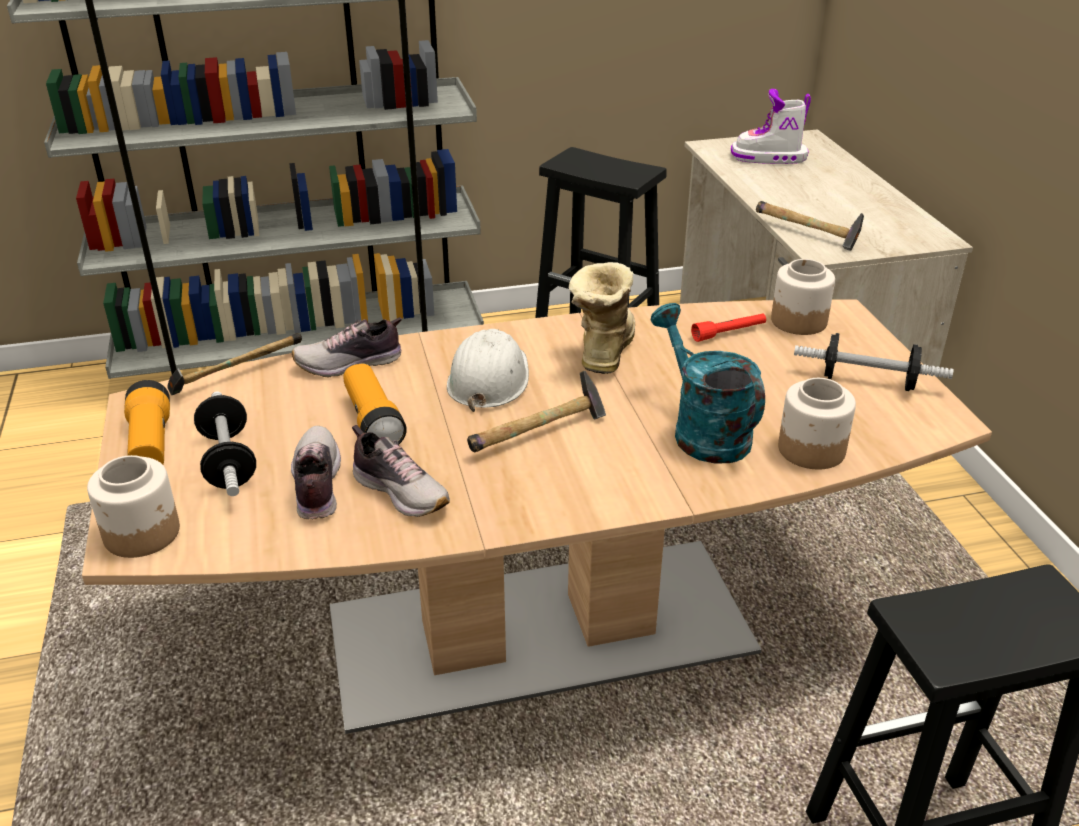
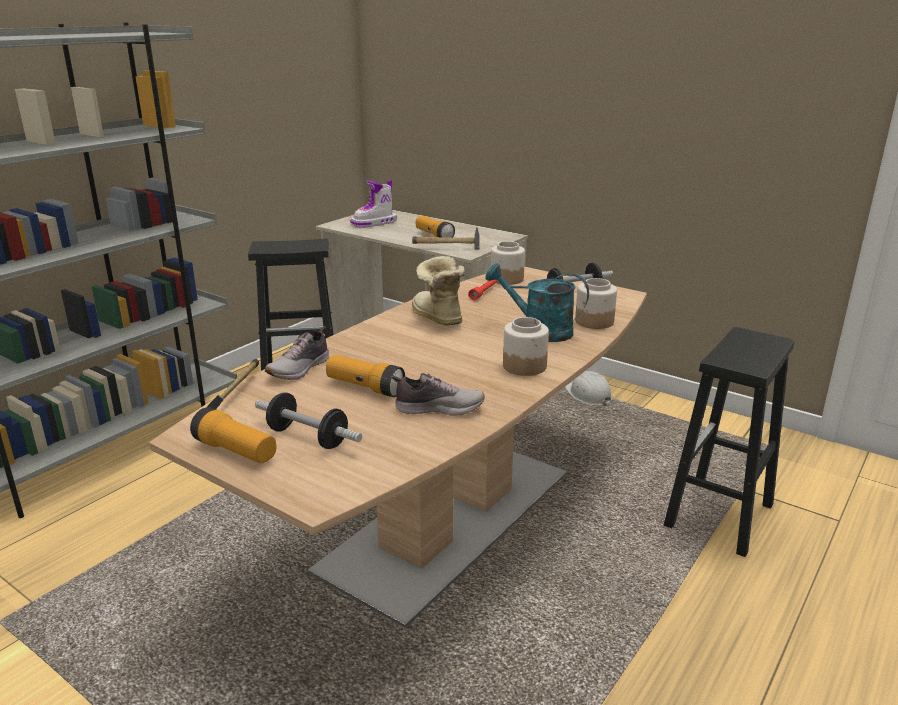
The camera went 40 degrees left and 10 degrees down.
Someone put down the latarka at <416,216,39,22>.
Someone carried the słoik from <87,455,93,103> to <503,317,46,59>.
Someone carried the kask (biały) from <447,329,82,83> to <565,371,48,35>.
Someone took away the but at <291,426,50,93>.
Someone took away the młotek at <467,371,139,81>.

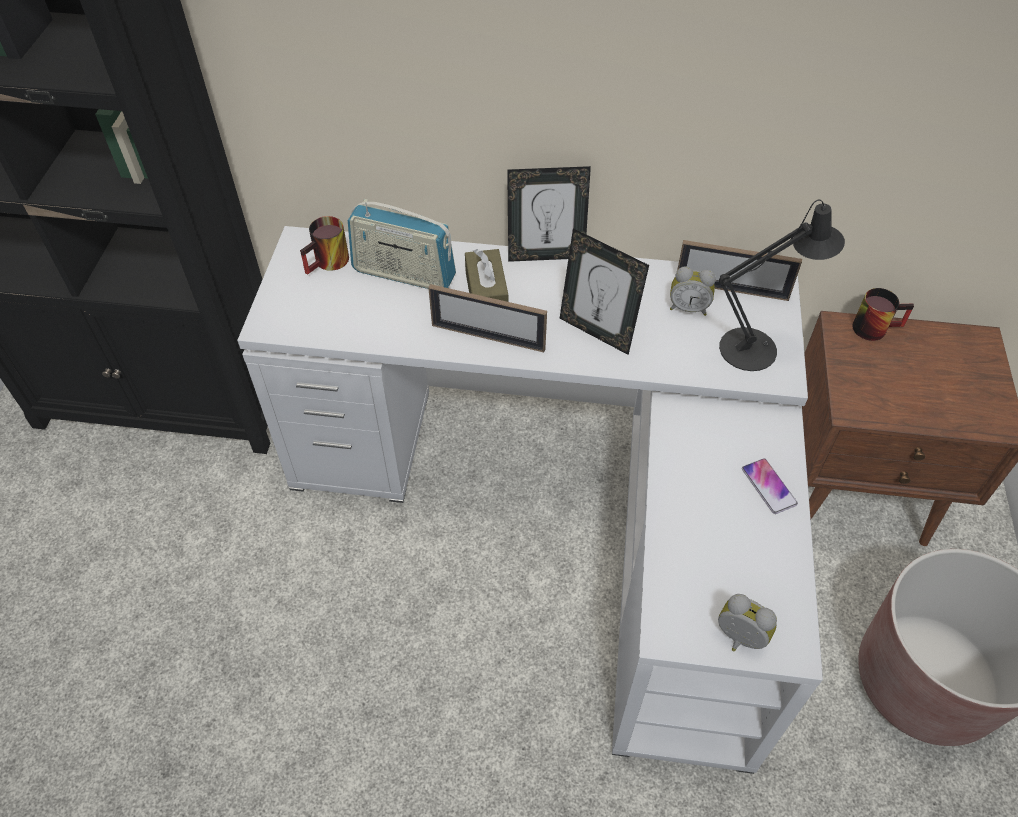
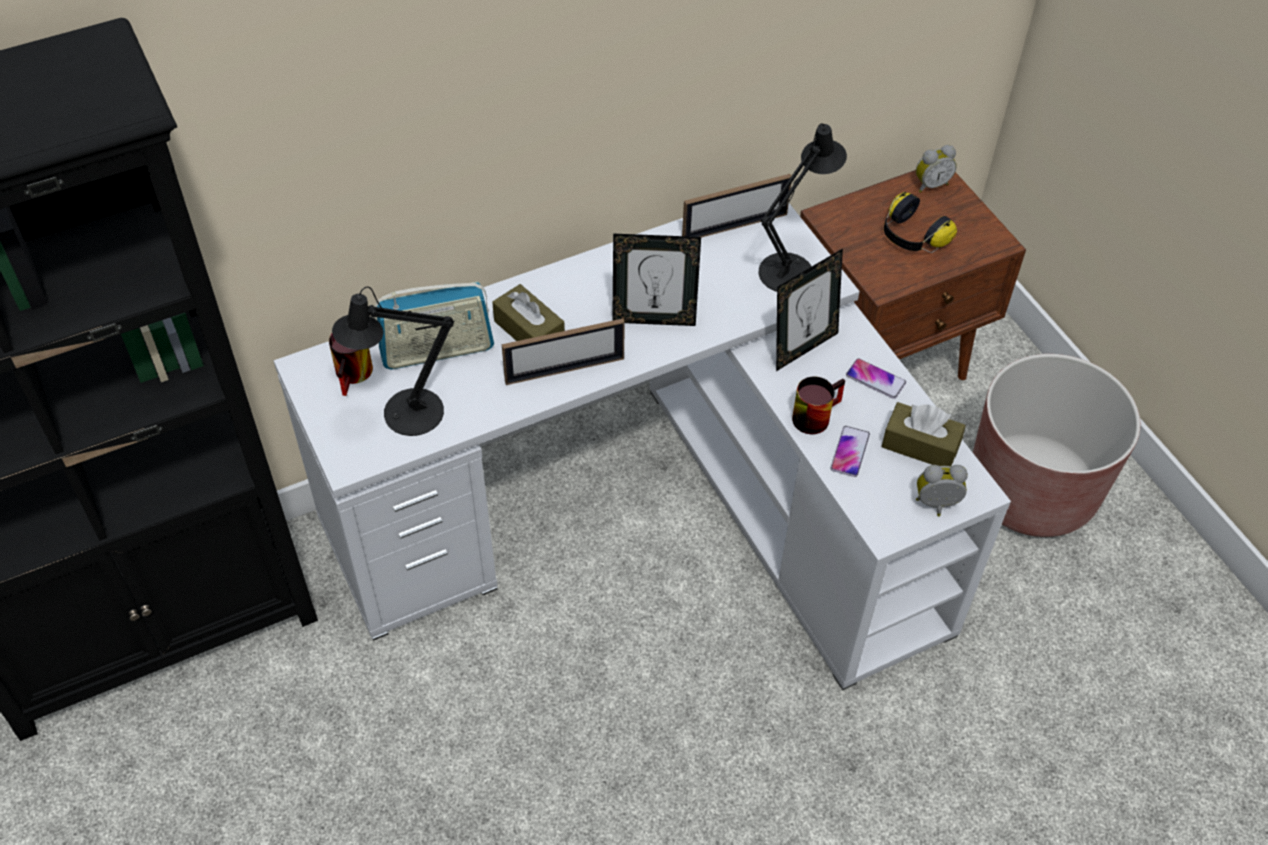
The camera went 35 degrees left and 0 degrees up.
Someone put down the lampa stołowa (czarny) at <332,287,122,149>.
Someone carried the ramka na zdjęcie from <507,166,84,96> to <776,249,67,122>.
Someone carried the kubek from <852,288,62,53> to <792,376,53,58>.
Someone put down the telefon at <830,426,40,51>.
Someone put down the pudełko chusteczek (brązowy) at <882,402,84,64>.
Someone put down the słuchawki at <884,191,73,62>.
Someone carried the budzik from <670,266,46,50> to <916,145,41,48>.

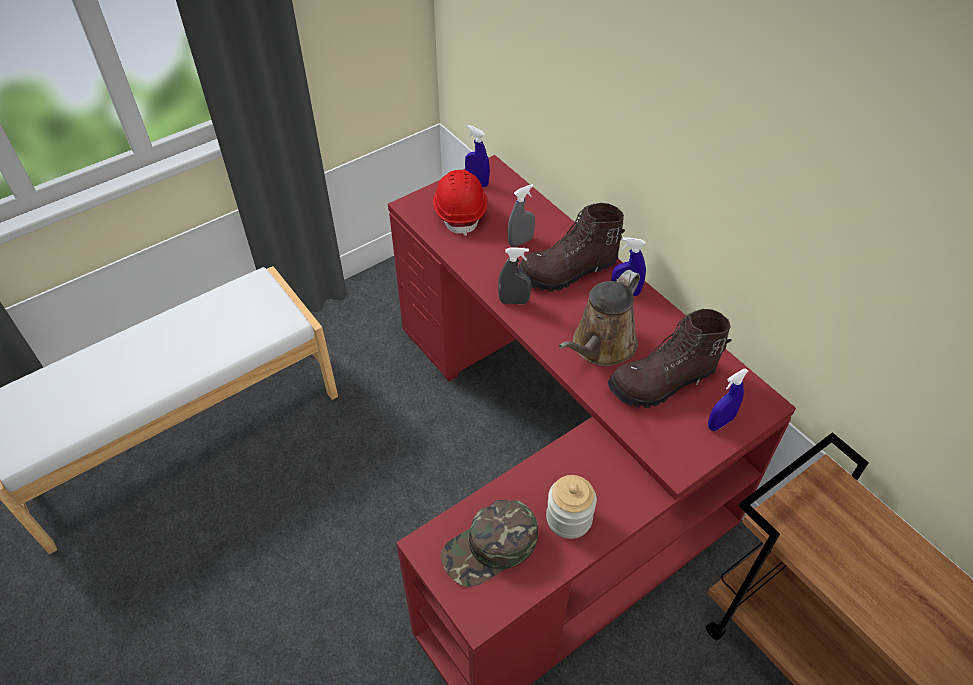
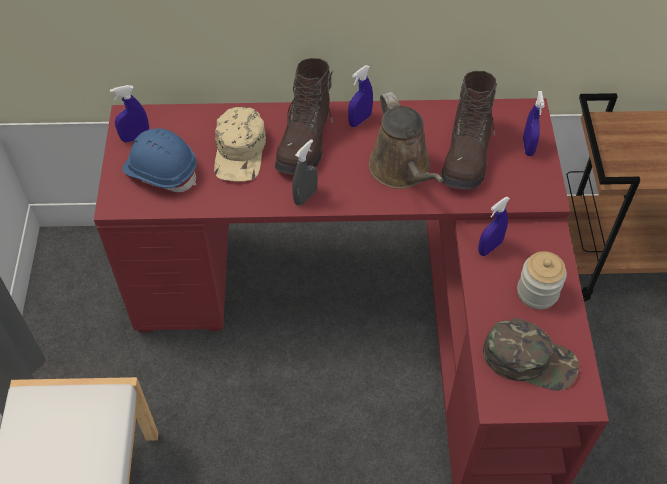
The camera went 55 degrees left and 5 degrees up.
Someone repainted the kask (czerwony) at <433,170,54,66>, which became the kask (niebieski) at <122,128,75,64>.
Someone swapped the spryskiwacz (szary) at <508,184,27,63> for the czapka z daszkiem (beżowy) at <214,107,52,74>.
Someone put down the spryskiwacz (niebieski) at <478,197,32,59>.
Someone rotated the czapka z daszkiem (zielony) at <441,500,97,87> by 75 degrees counterclockwise.

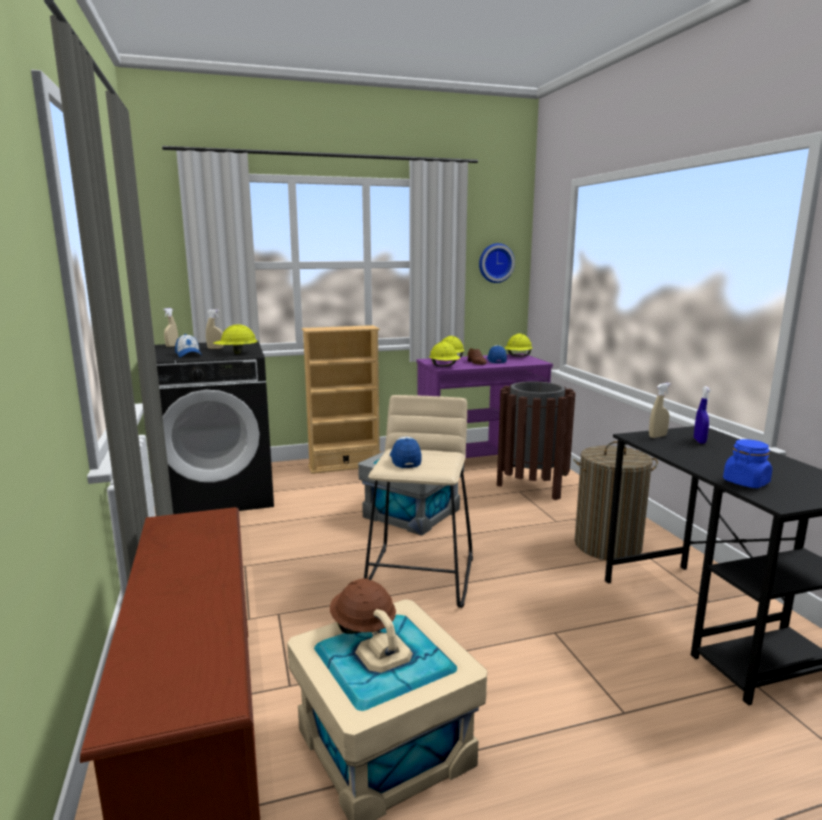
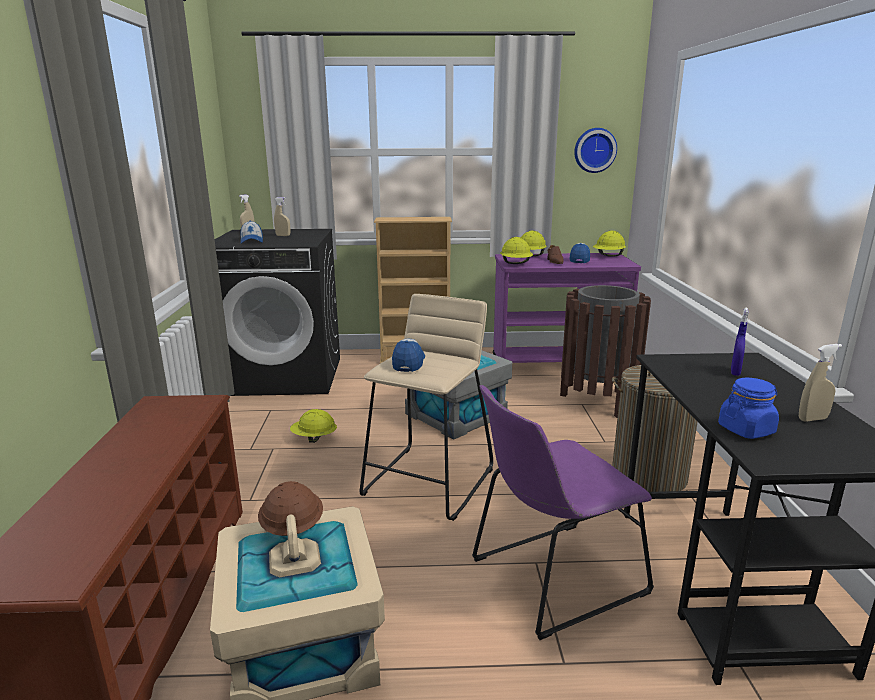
The camera went 15 degrees right and 5 degrees up.
Someone carried the kask (żółty) from <213,324,45,30> to <290,409,47,34>.
Someone put down the krzesło (fioletowy) at <472,385,182,255>.
Someone carried the spryskiwacz (beżowy) from <649,383,22,55> to <799,344,43,77>.

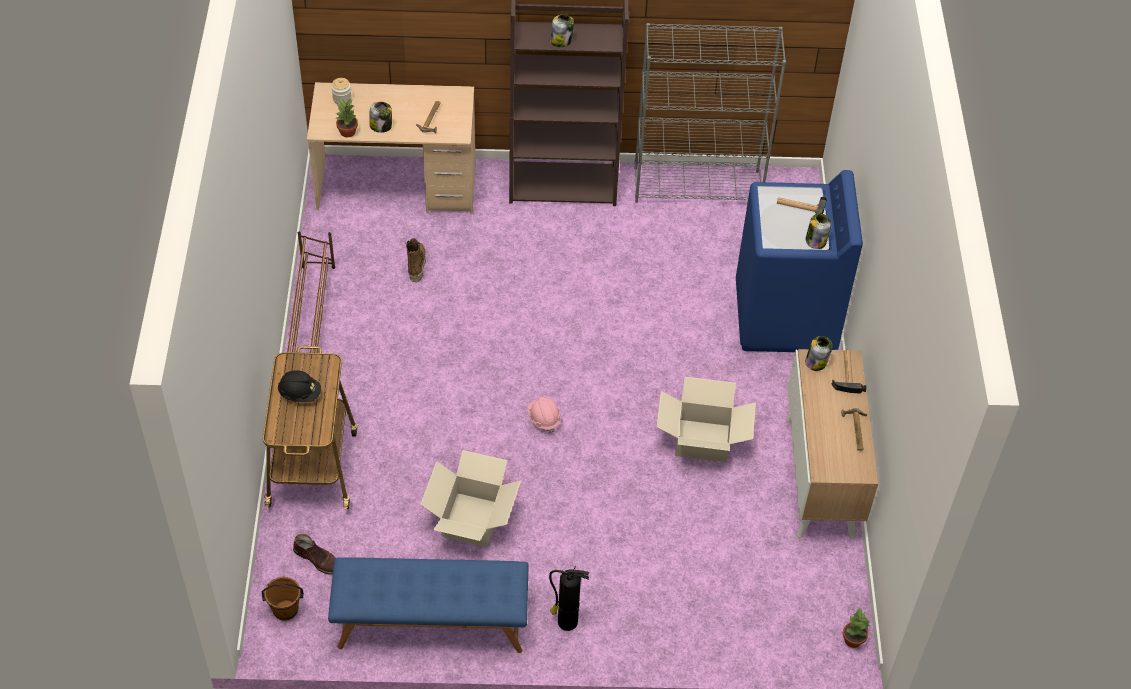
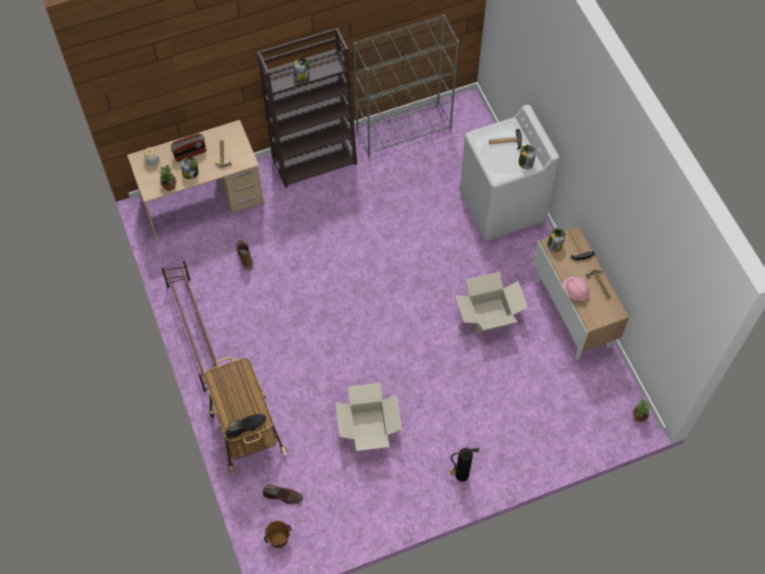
The camera went 20 degrees left and 10 degrees up.
Someone put down the radio at <171,133,35,29>.
Someone put down the but z cholewką (czarny) at <226,414,40,25>.
Someone repainted the pralka (niebieski) at <736,170,127,182>, which became the pralka (biały) at <460,104,99,137>.
Someone carried the kask (różowy) from <527,397,34,36> to <562,277,28,24>.
Someone took away the kask (czarny) at <278,370,43,32>.
Someone took away the ławka (niebieski) at <328,557,201,96>.

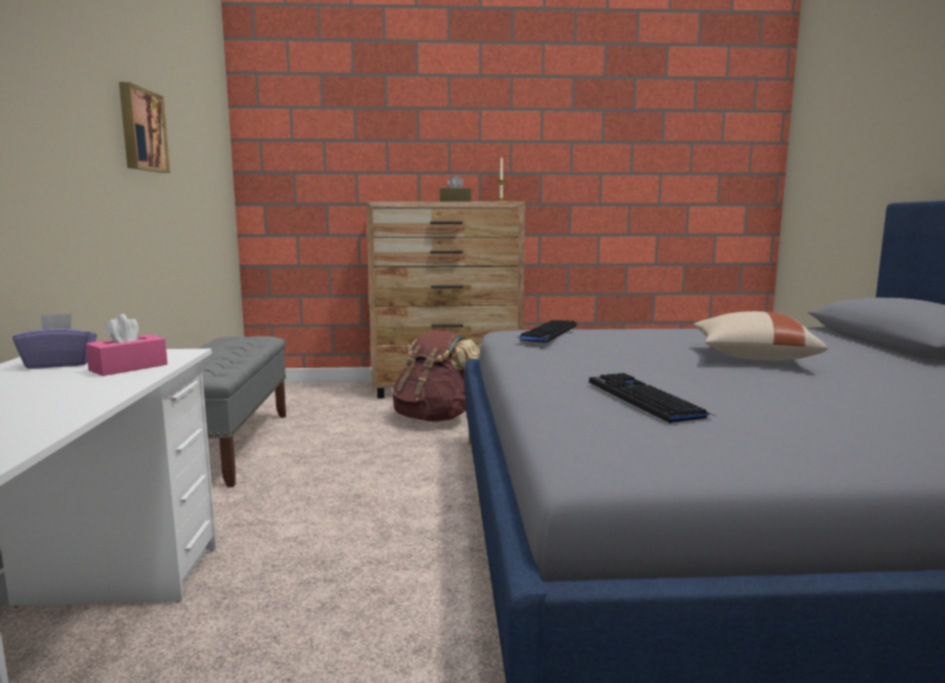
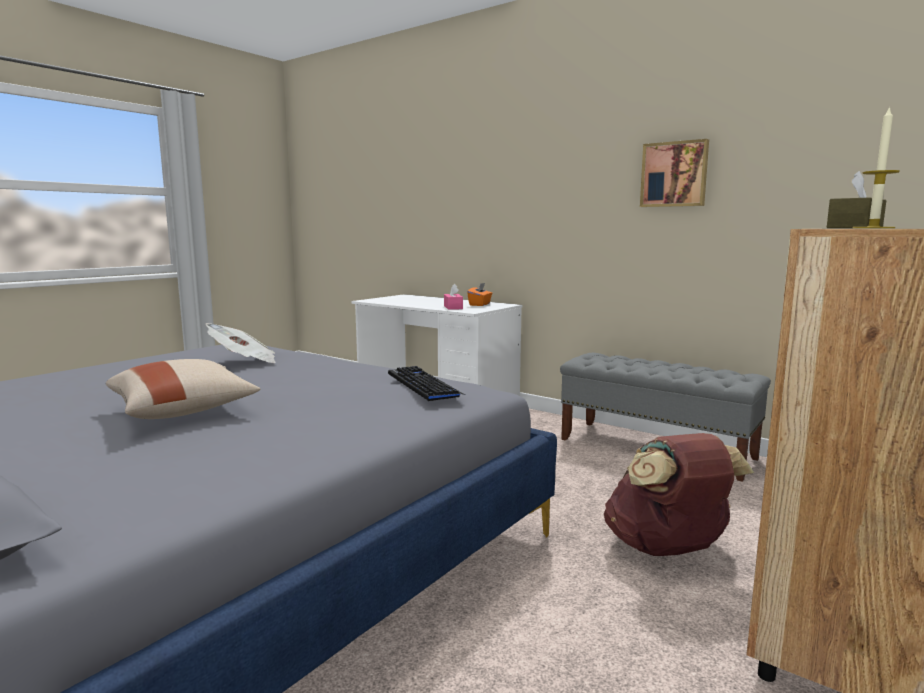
The camera went 130 degrees right and 0 degrees up.
Someone swapped the klawiatura at <589,373,126,51> for the gazeta at <206,323,70,40>.
Someone repainted the pudełko chusteczek (fioletowy) at <13,313,84,56>, which became the pudełko chusteczek (pomarańczowy) at <467,283,25,23>.

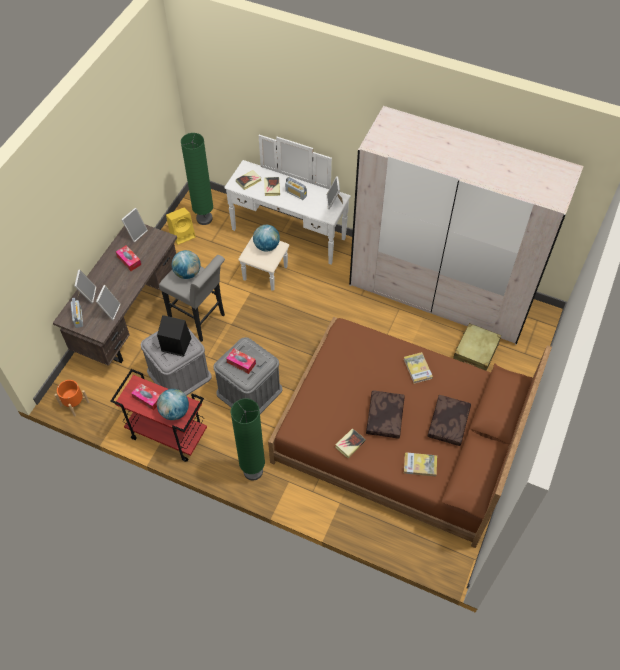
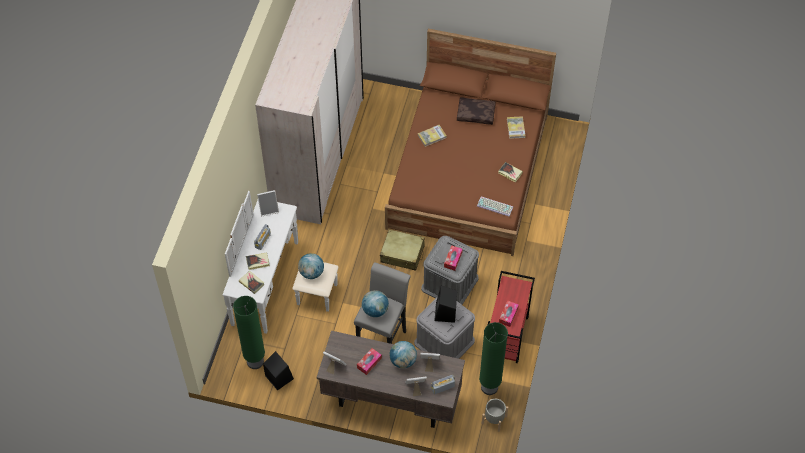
The camera went 100 degrees left and 0 degrees up.
Someone repainted the głośnik (żółty) at <166,208,30,37>, which became the głośnik (czarny) at <263,351,31,40>.
Someone carried the walizka (beżowy) from <453,323,48,48> to <380,230,45,41>.
Someone carried the globus from <157,389,32,31> to <389,341,28,28>.
Someone put down the klawiatura at <477,197,36,19>.
Someone carried the lampa stojąca (zielony) from <231,398,34,82> to <479,322,29,73>.
Someone repainted the donica (pomarańczowy) at <55,380,34,37>, which became the donica (szary) at <482,399,26,33>.
Someone took away the poduszka (brązowy) at <366,390,39,48>.

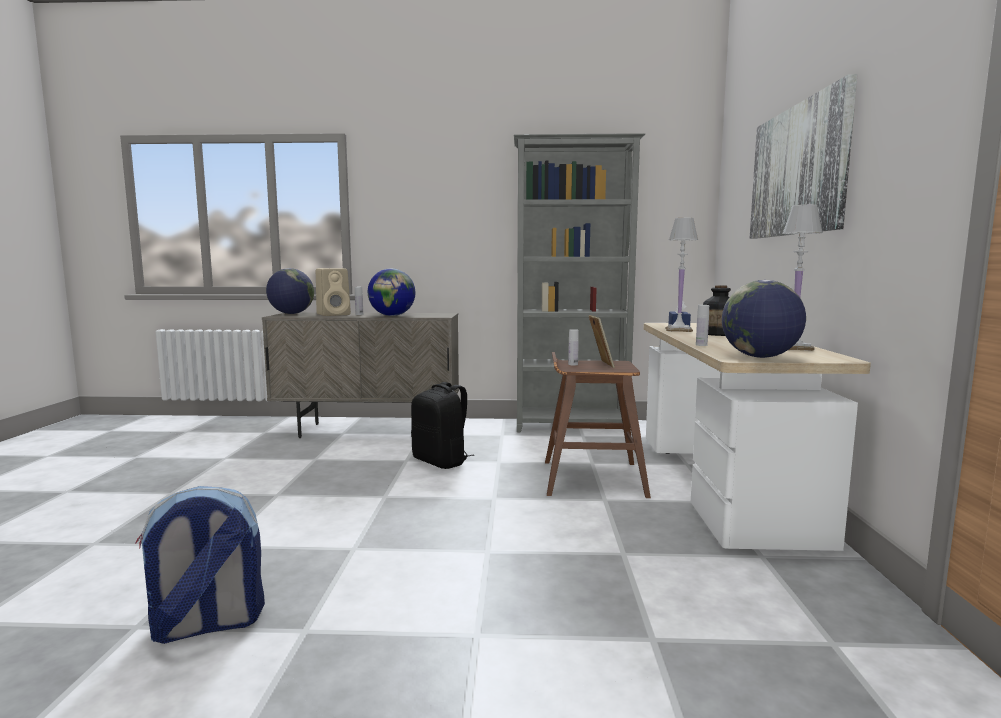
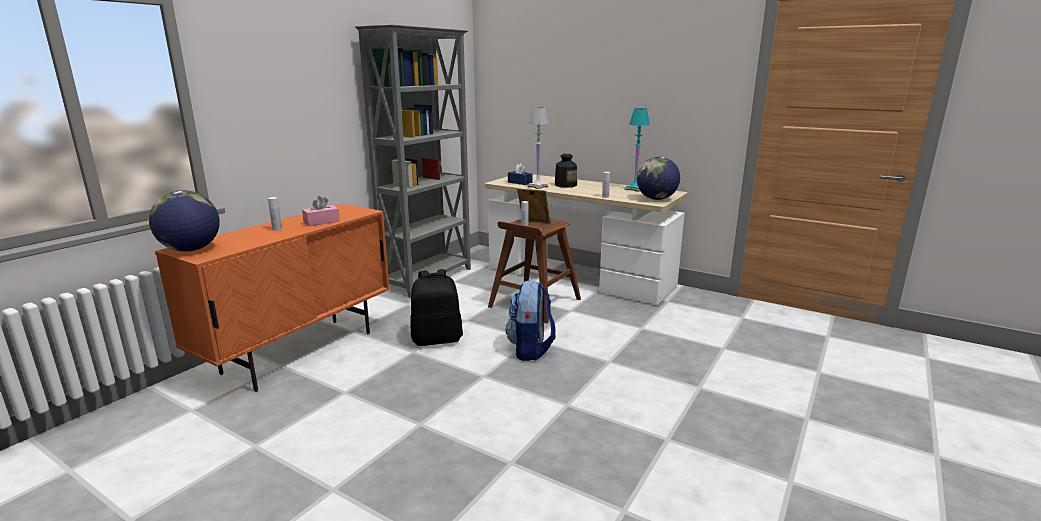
The camera went 60 degrees left and 10 degrees up.
Someone repainted the szafka (beżowy) at <262,313,197,125>, which became the szafka (pomarańczowy) at <155,204,235,188>.
Someone swapped the globus at <367,268,49,48> for the pudełko chusteczek (różowy) at <302,196,38,30>.
Someone carried the plecak from <136,486,129,158> to <506,280,50,81>.
Someone repainted the lampa stołowa (biały) at <782,204,41,147>, which became the lampa stołowa (turkusowy) at <624,108,26,84>.
Someone took away the głośnik (beżowy) at <316,268,35,48>.
Someone took away the obraz at <750,74,108,165>.

